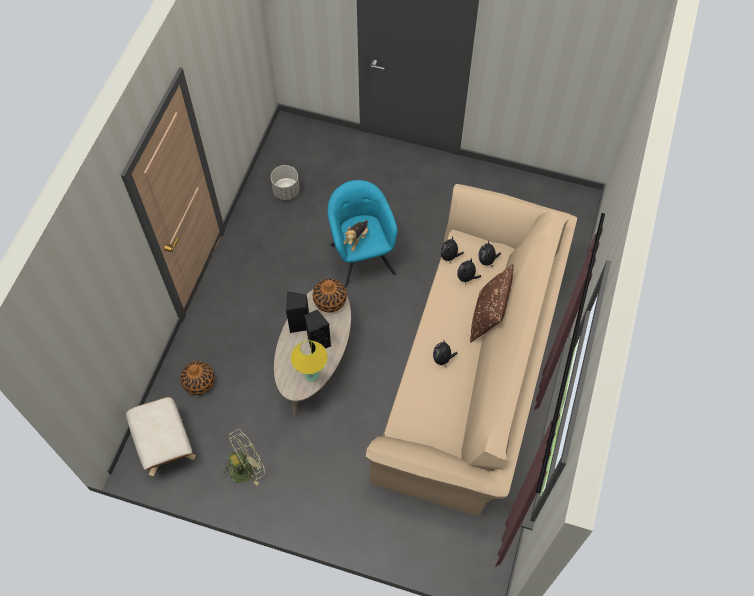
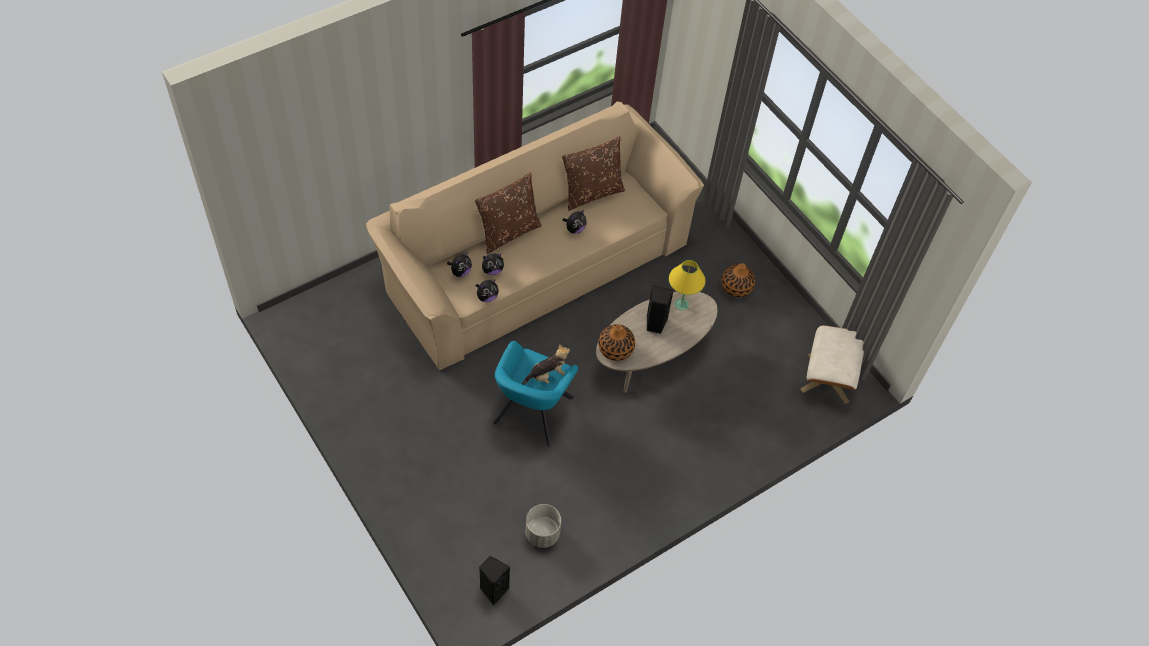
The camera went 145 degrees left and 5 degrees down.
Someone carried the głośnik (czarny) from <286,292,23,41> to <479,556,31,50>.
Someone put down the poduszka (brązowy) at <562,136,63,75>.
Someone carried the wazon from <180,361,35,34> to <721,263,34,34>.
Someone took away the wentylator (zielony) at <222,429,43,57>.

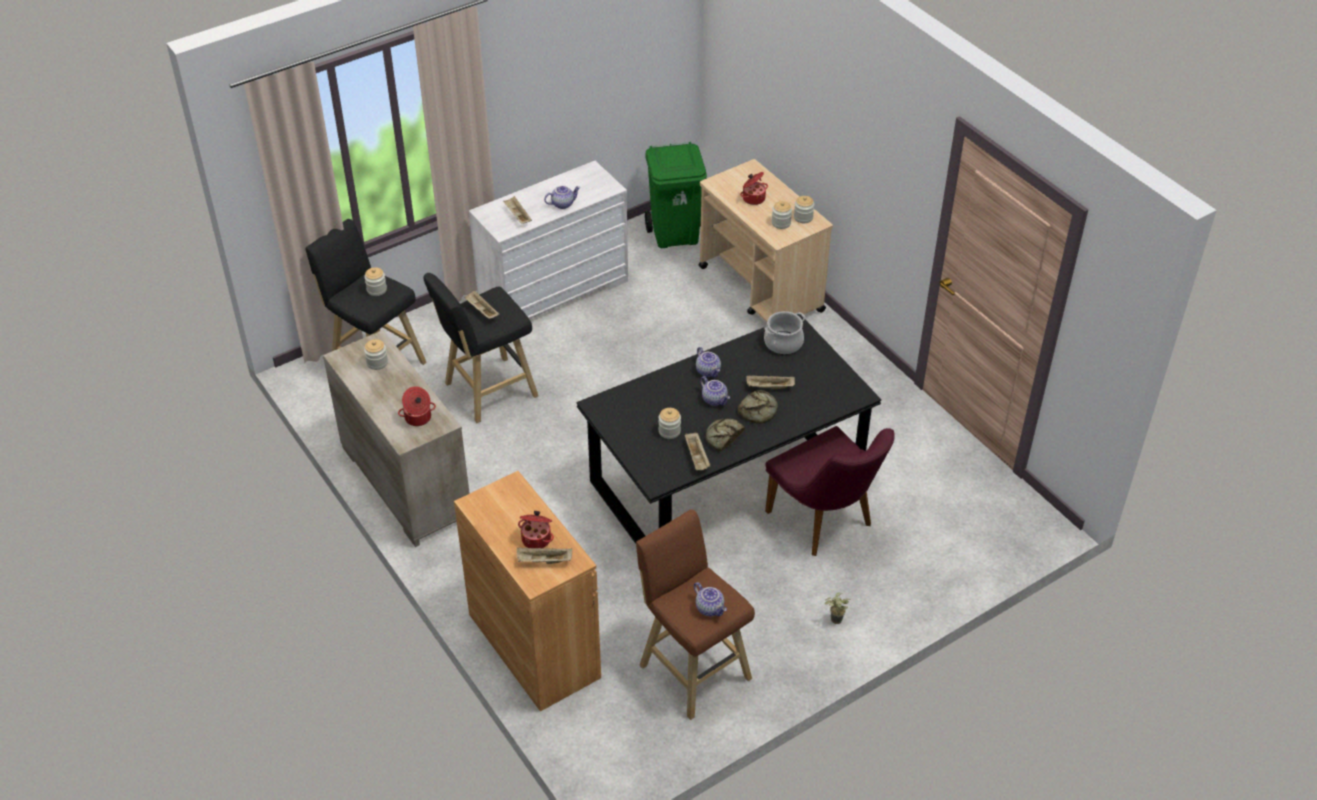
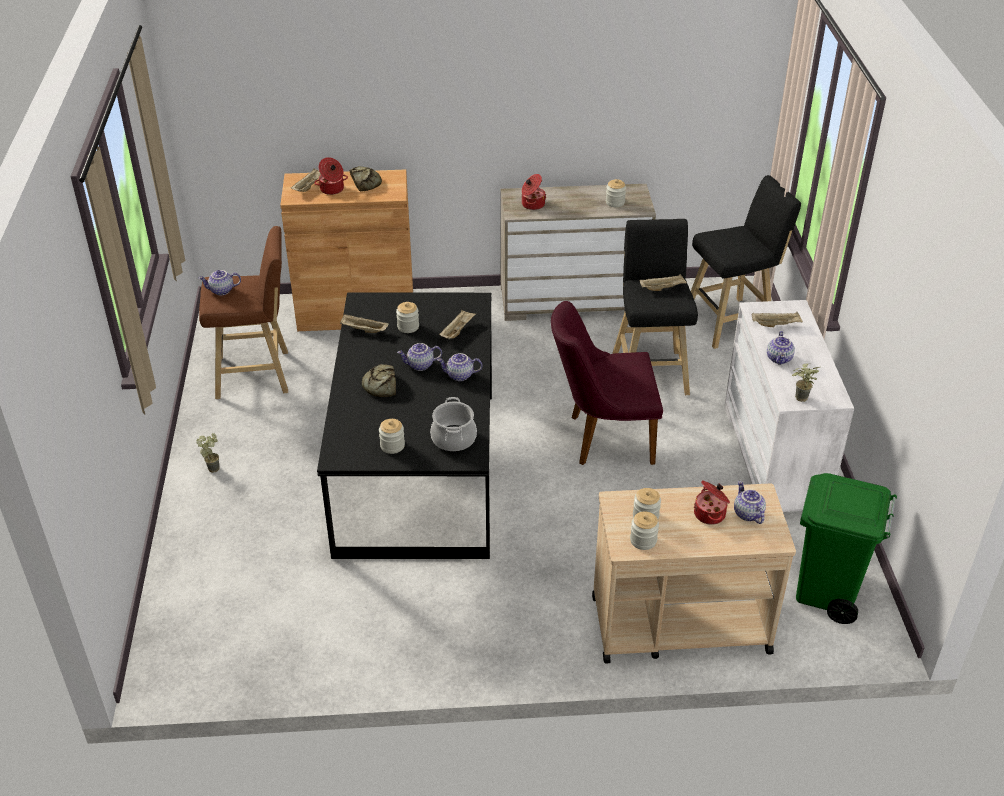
The camera went 120 degrees right and 5 degrees down.
Someone carried the chleb from <705,419,40,32> to <350,166,32,25>.
Someone carried the słoik from <364,267,23,29> to <379,419,26,35>.
Someone carried the taca (beżowy) from <746,376,49,14> to <439,310,37,29>.
Someone carried the krzesło (fioletowy) from <765,426,130,130> to <551,301,112,164>.
Someone put down the imbryk at <734,481,32,43>.
Someone put down the roślina doniczkowa at <792,363,29,39>.

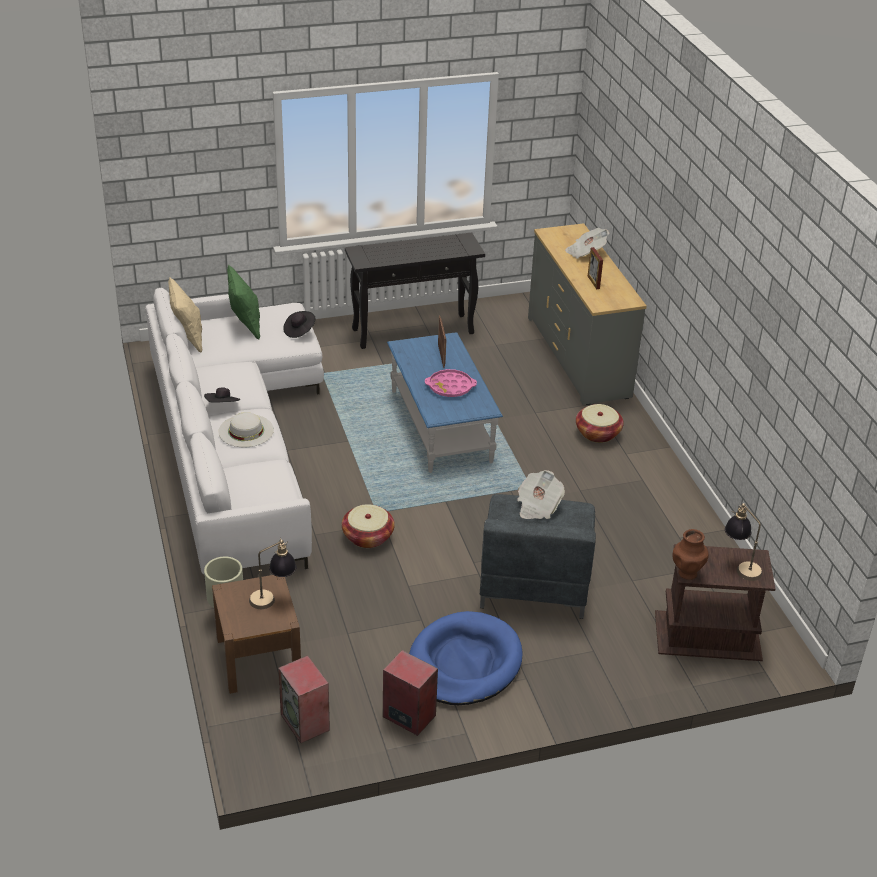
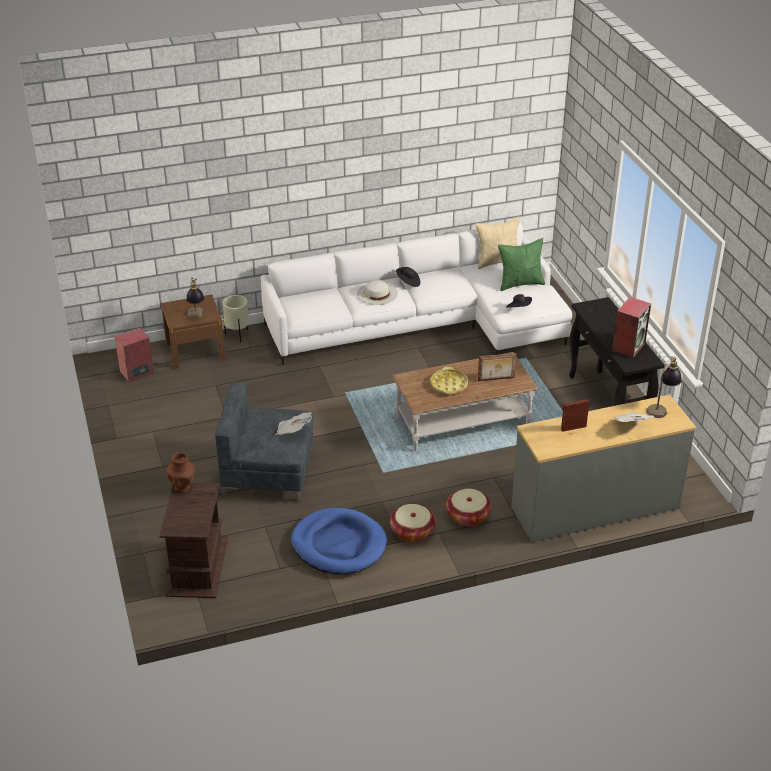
The camera went 90 degrees right and 0 degrees up.
Someone carried the legowisko (niebieski) from <409,611,114,94> to <291,508,96,66>.
Someone carried the koszyk from <342,504,53,44> to <390,504,46,38>.
Someone repainted the ława (niebieski) at <387,332,116,141>, which became the ława (brązowy) at <392,352,146,99>.
Someone repainted the taca (różowy) at <425,369,52,28>, which became the taca (żółty) at <430,367,38,28>.
Someone carried the głośnik from <383,650,55,86> to <612,297,39,61>.
Someone carried the lampa stołowa from <725,503,37,78> to <647,356,35,62>.

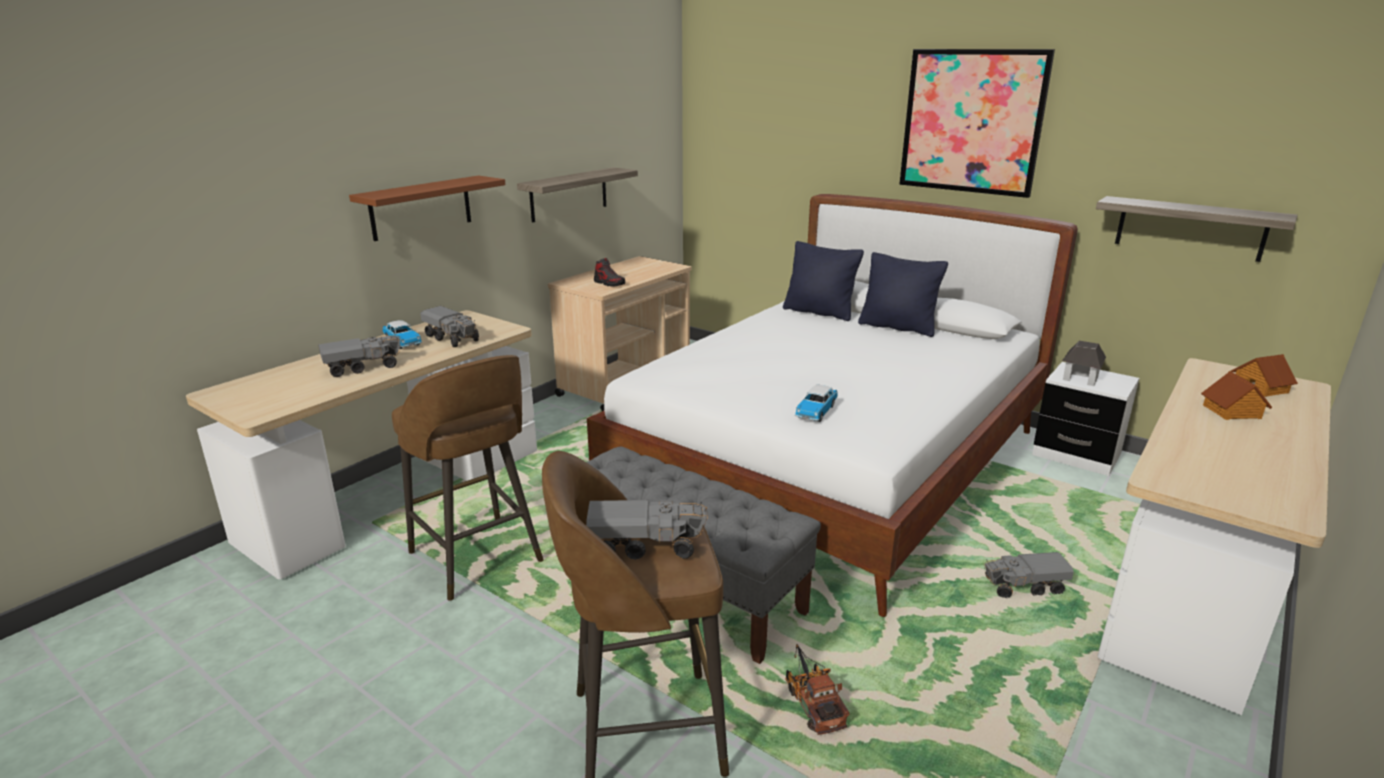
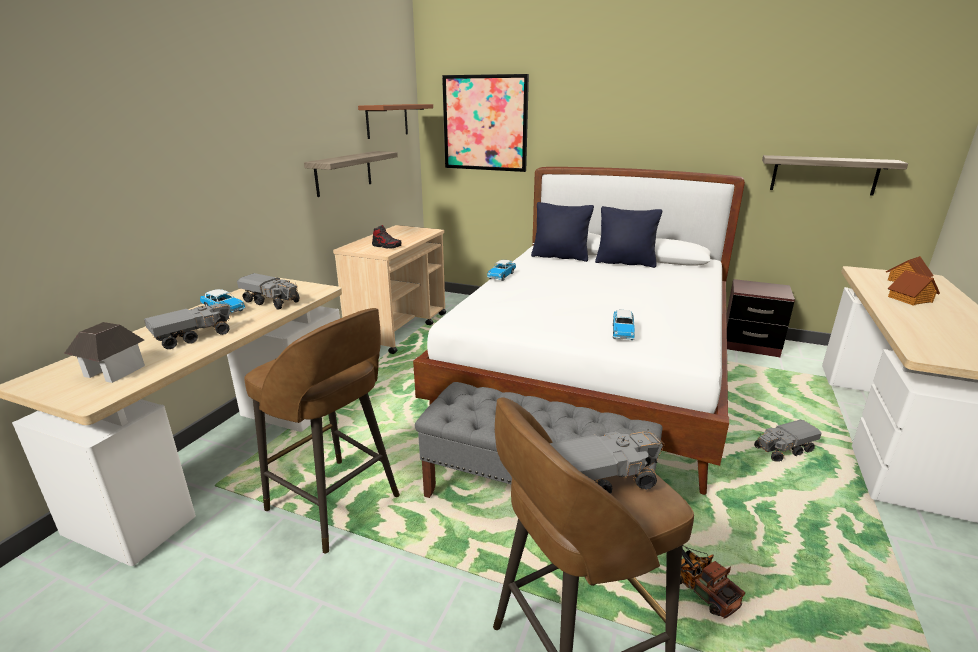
The camera went 15 degrees left and 0 degrees up.
Someone carried the domek from <1062,341,44,45> to <64,322,81,61>.
Someone carried the półka (brązowy) from <349,175,156,66> to <358,104,75,35>.
Someone carried the obraz from <899,49,156,149> to <442,74,87,98>.
Someone put down the samochodzik at <487,260,29,21>.
Someone repainted the szafka nocna (biały) at <1032,362,108,114>, which became the szafka nocna (brązowy) at <726,279,69,78>.

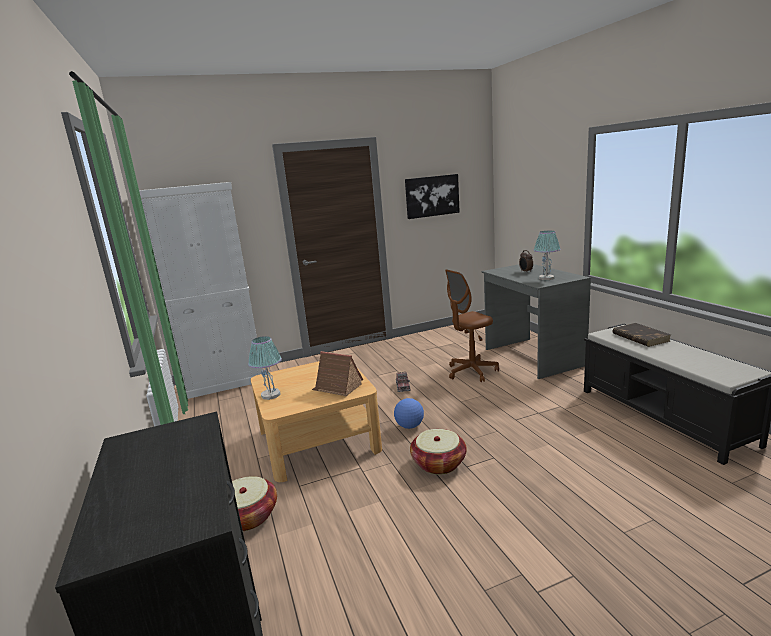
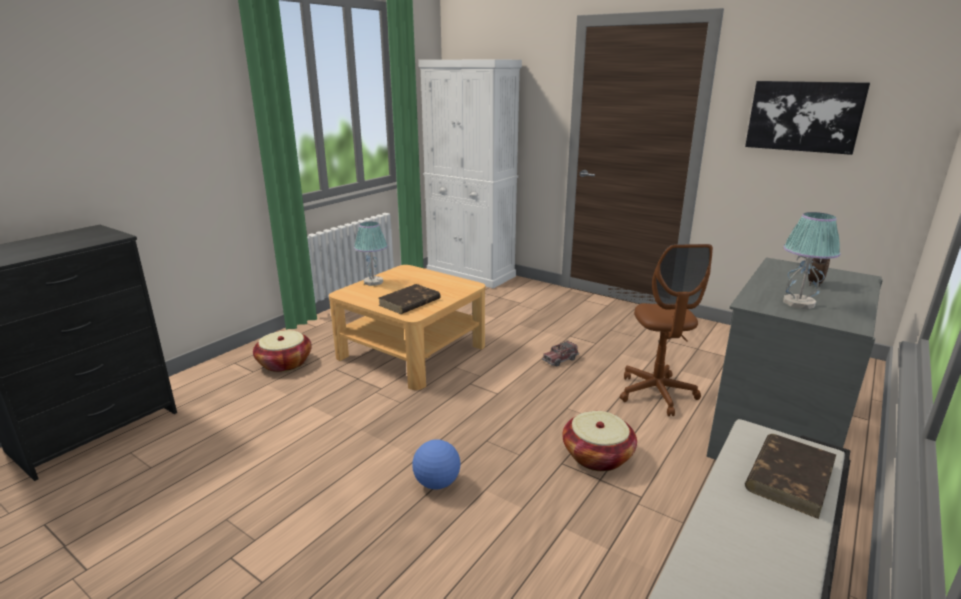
The camera went 55 degrees right and 5 degrees up.
Someone swapped the domek at <312,351,51,45> for the książka (brązowy) at <378,284,63,30>.
Someone carried the piłka futbolowa from <394,398,30,31> to <412,439,48,50>.
Someone carried the koszyk from <410,429,57,46> to <562,411,75,60>.
Someone rotated the krzesło biurowe (brązowy) at <445,269,54,113> by 120 degrees counterclockwise.

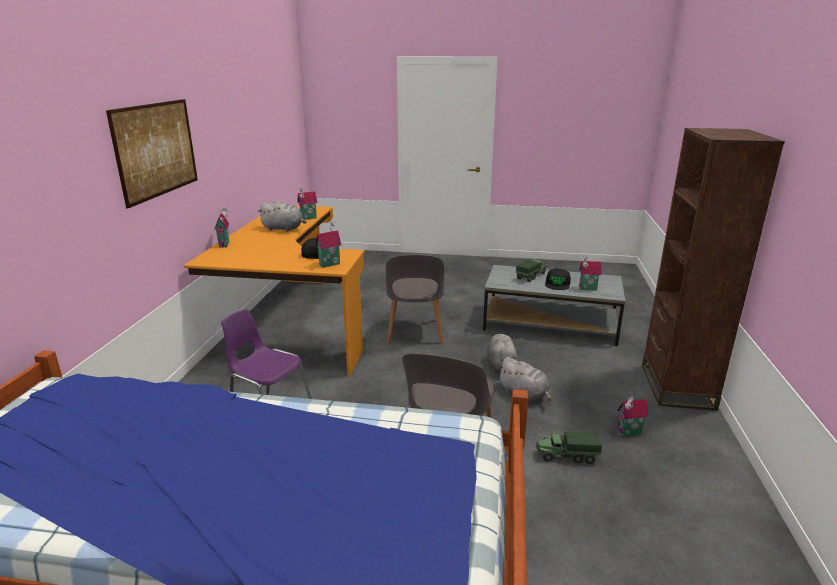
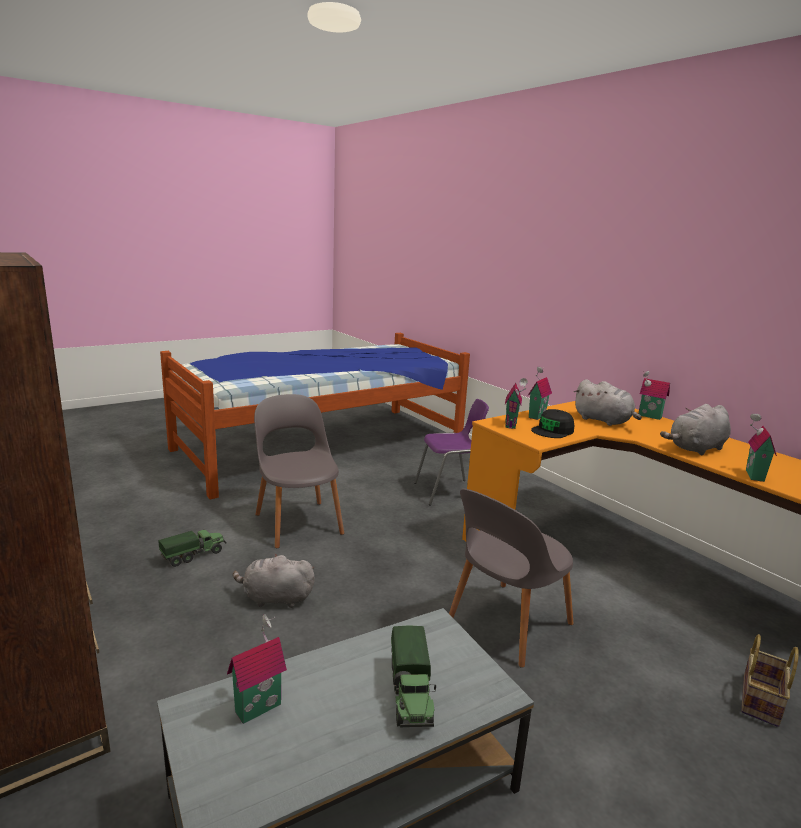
The camera went 135 degrees right and 5 degrees down.
Someone rotated the krzesło (szary) at <386,254,58,90> by 90 degrees counterclockwise.
Someone carried the domek from <617,396,32,41> to <528,366,24,54>.
Someone carried the pluszak (szary) from <487,334,31,38> to <574,379,68,47>.
Someone put down the koszyk at <741,634,58,93>.
Someone took away the obraz at <106,99,92,110>.
Someone took away the czapka z daszkiem (czarny) at <545,269,26,21>.

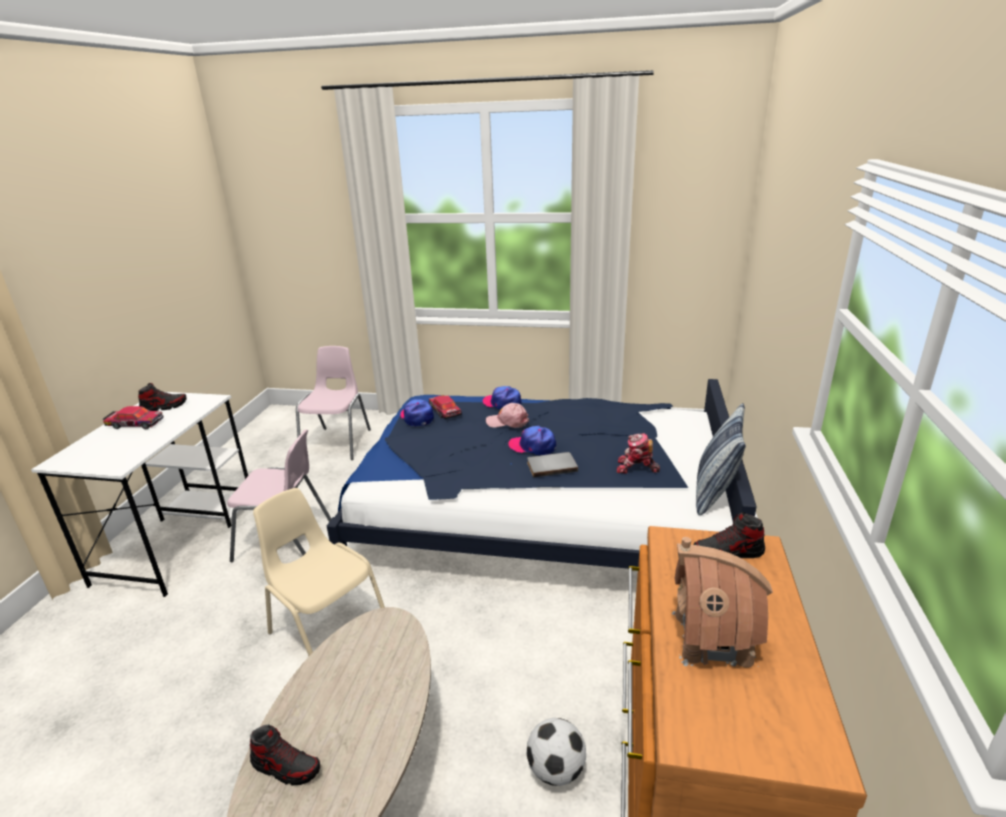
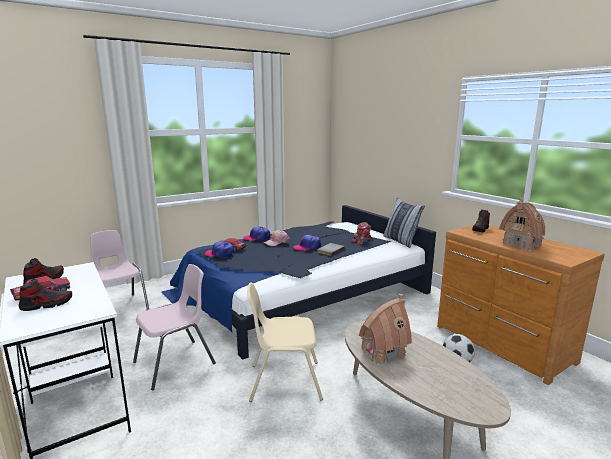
The camera went 45 degrees left and 10 degrees down.
Someone carried the but from <250,724,70,62> to <19,279,53,32>.
Someone put down the domek at <359,294,53,71>.

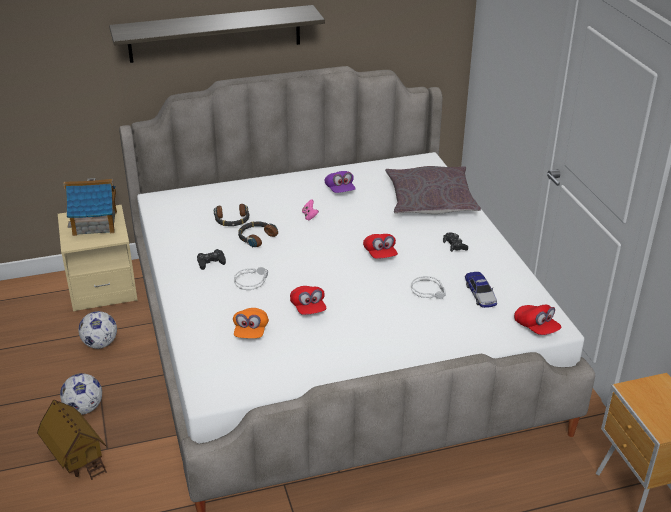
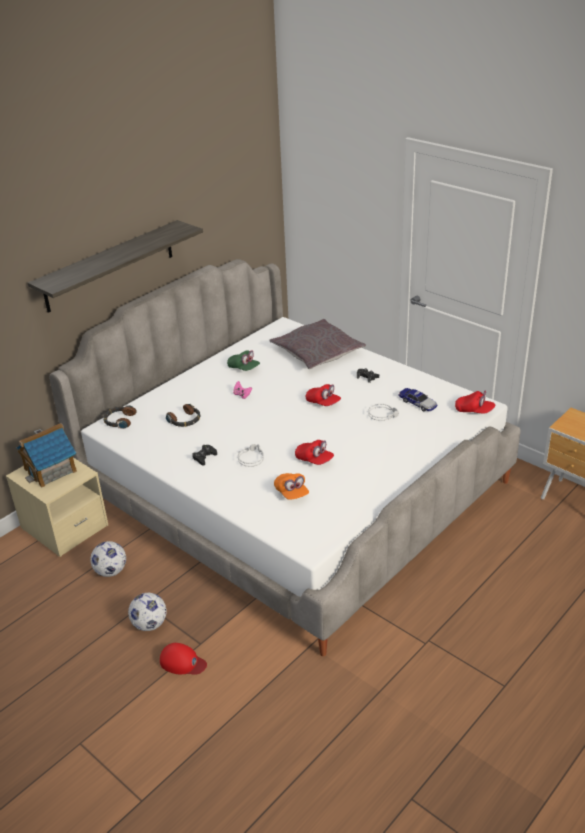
The camera went 30 degrees left and 0 degrees up.
Someone carried the słuchawki from <238,222,40,25> to <104,405,33,24>.
Someone swapped the domek at <37,399,70,81> for the czapka z daszkiem (czerwony) at <160,643,47,32>.
Someone repainted the czapka z daszkiem (fioletowy) at <325,171,31,22>, which became the czapka z daszkiem (zielony) at <227,350,33,21>.

